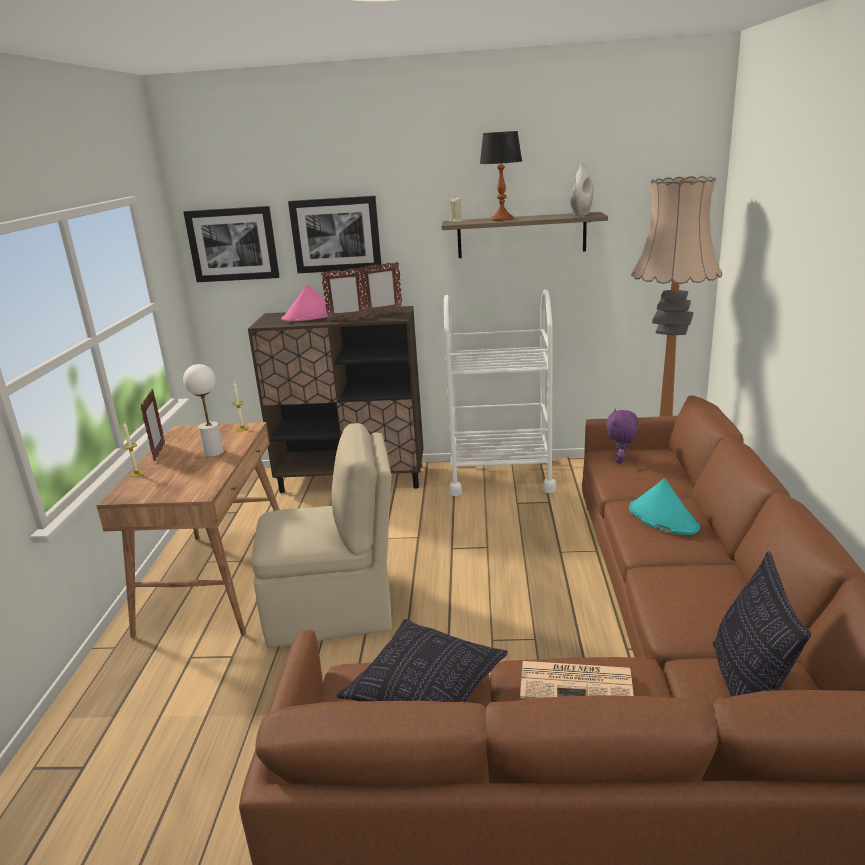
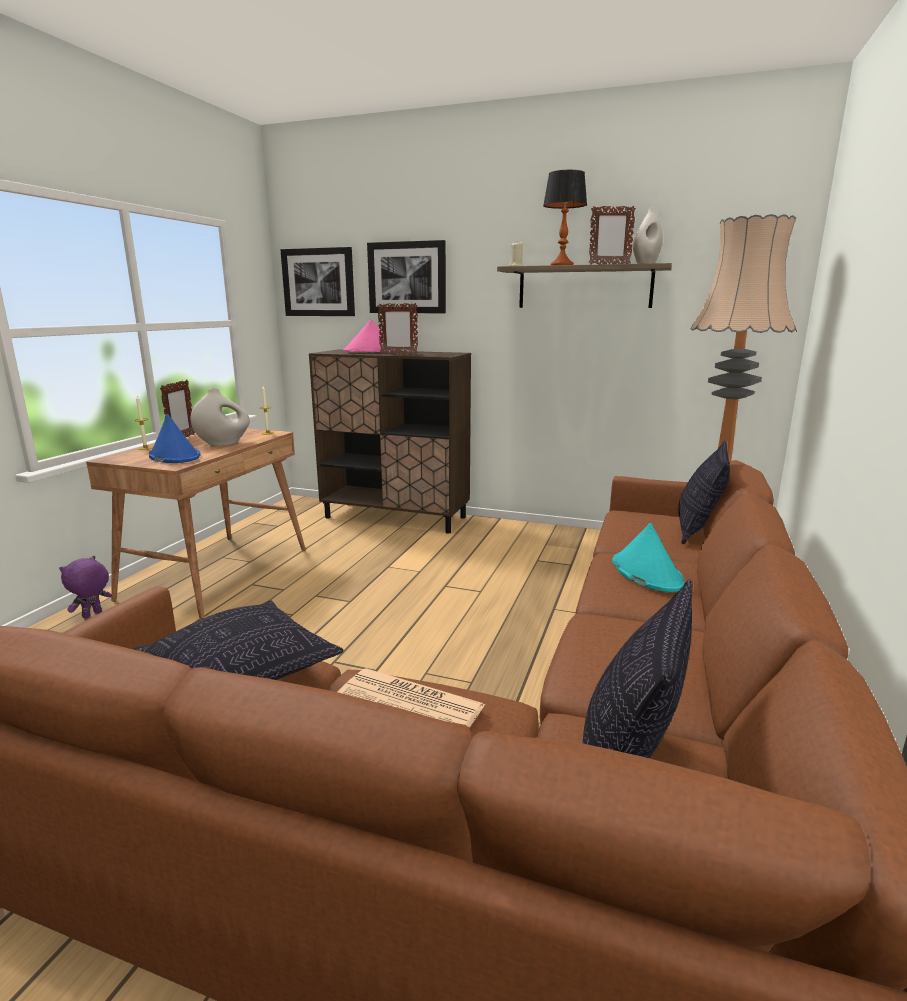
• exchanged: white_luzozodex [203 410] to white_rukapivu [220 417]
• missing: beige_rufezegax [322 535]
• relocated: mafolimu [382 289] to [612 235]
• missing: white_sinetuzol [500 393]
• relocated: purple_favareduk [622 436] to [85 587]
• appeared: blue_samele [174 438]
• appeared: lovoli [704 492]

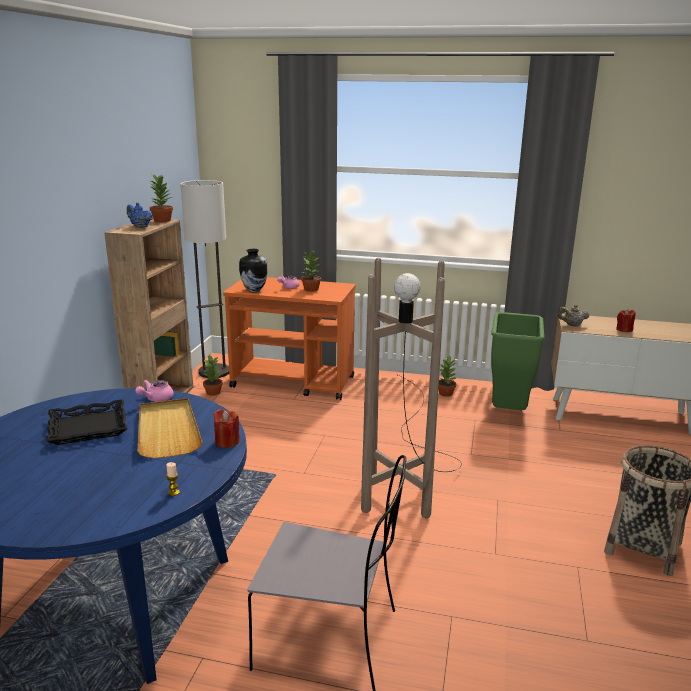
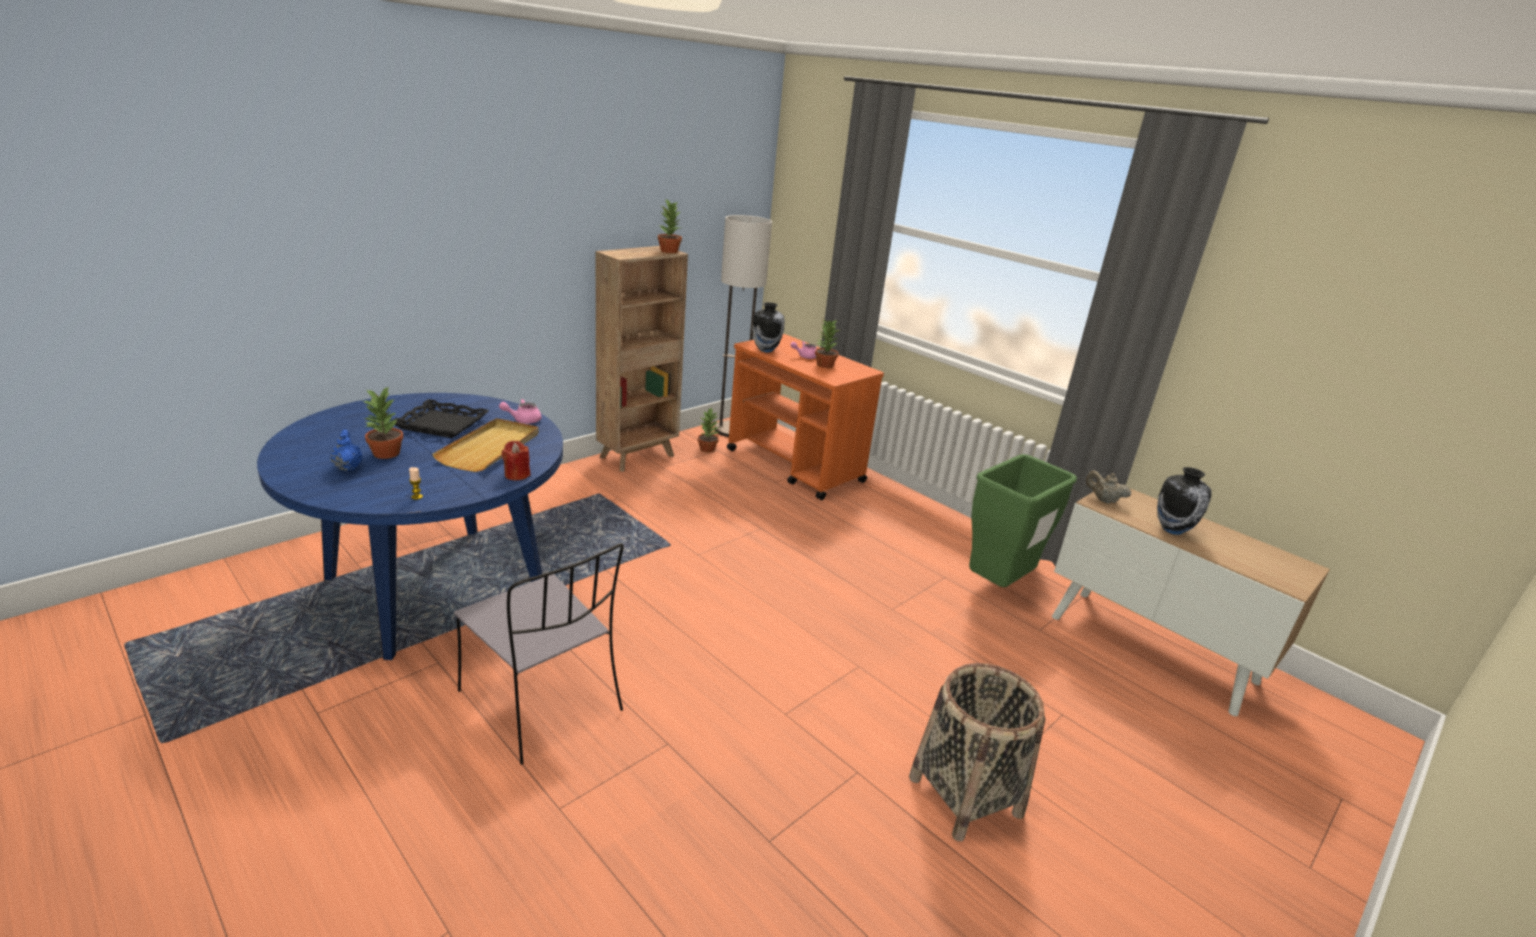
• relocated: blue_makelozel [140 215] to [346 450]
• missing: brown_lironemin [411 388]
• relocated: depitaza [447 376] to [383 422]
• exchanged: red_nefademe [625 320] to rukapivu [1184 501]

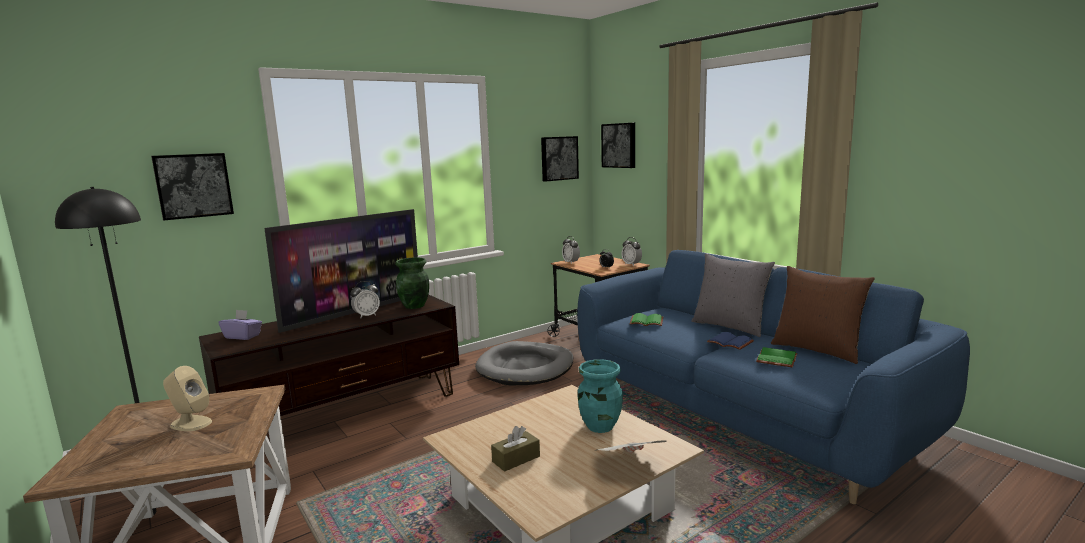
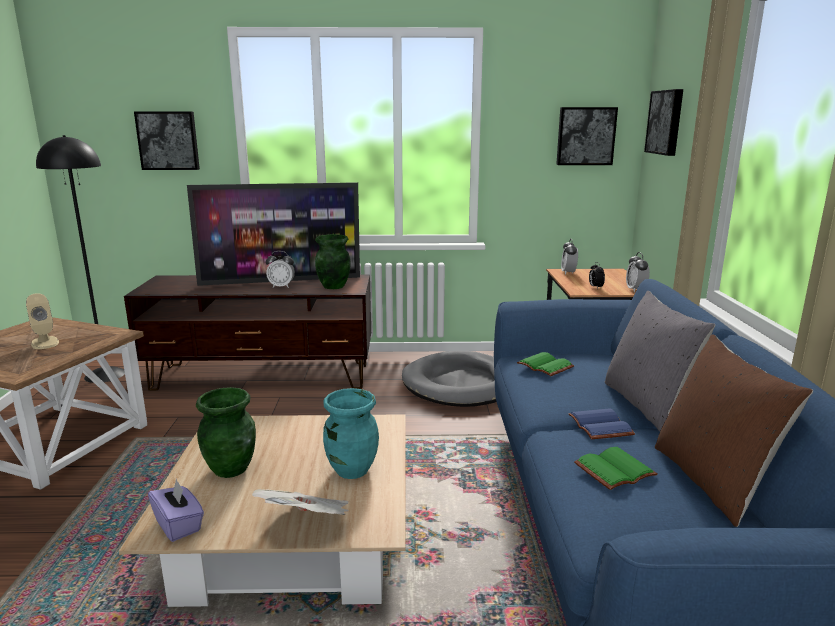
• relocated: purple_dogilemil [240 325] to [176 510]
• exchanged: brown_dogilemil [515 449] to green_rukapivu [226 432]

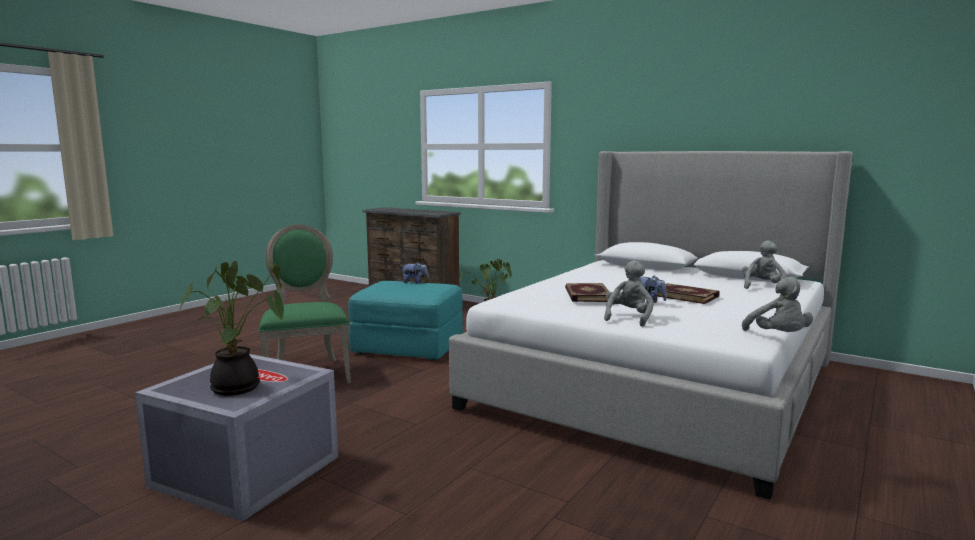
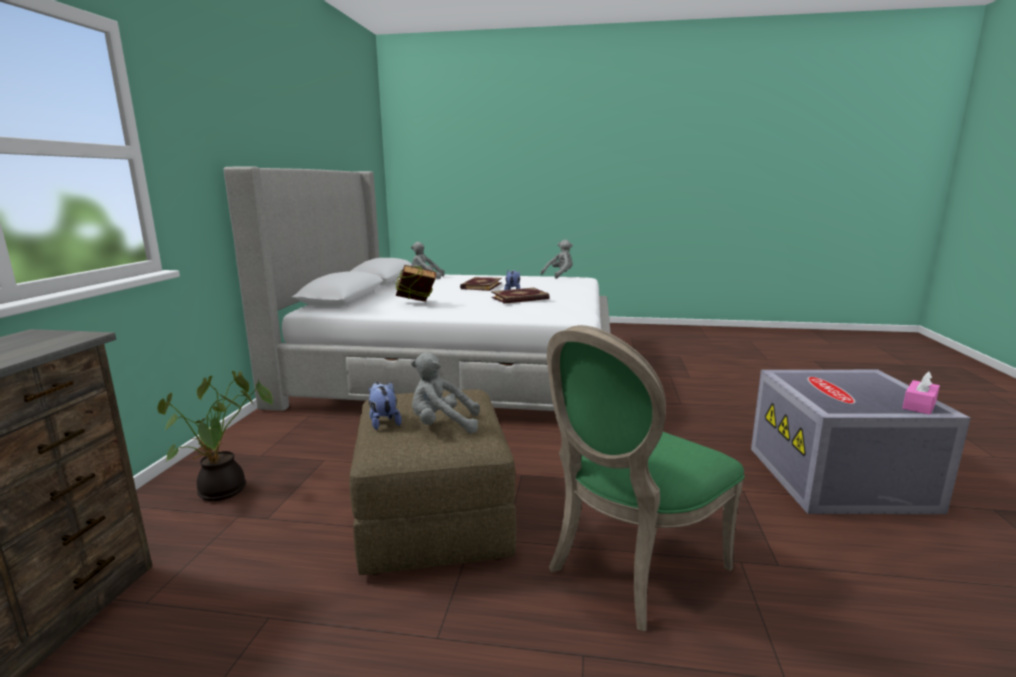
• missing: depitaza [232 328]
• colour: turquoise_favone [405 321] to brown_favone [433 482]
• relocated: grey_favareduk [629 293] to [445 392]
• appeared: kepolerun [416 283]
• appeared: pink_dogilemil [921 393]

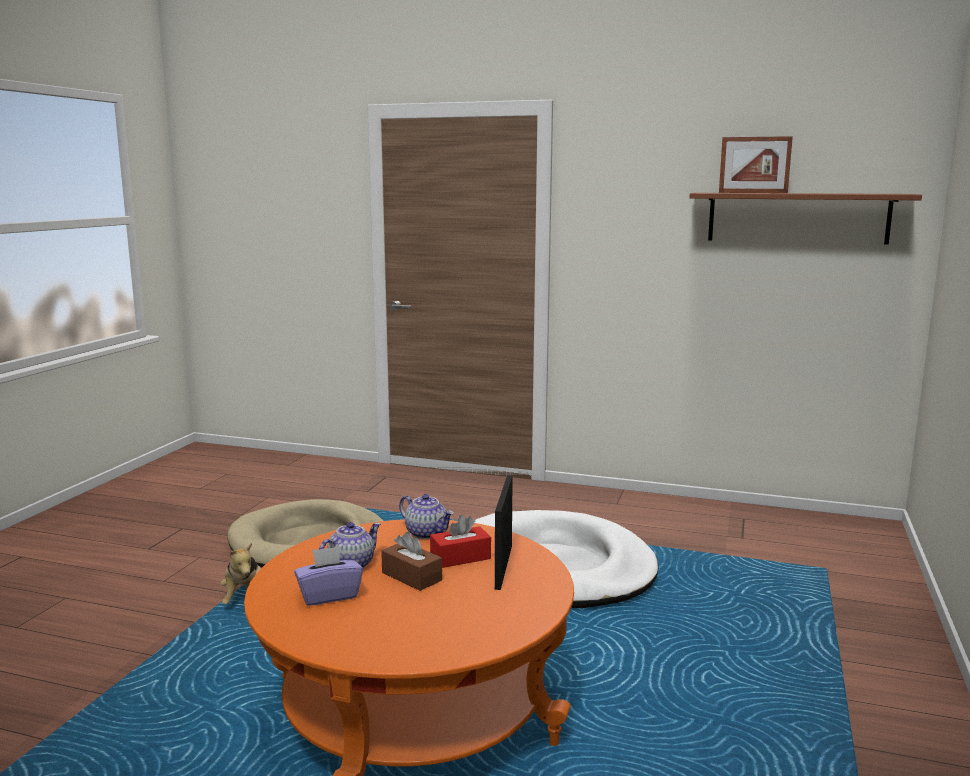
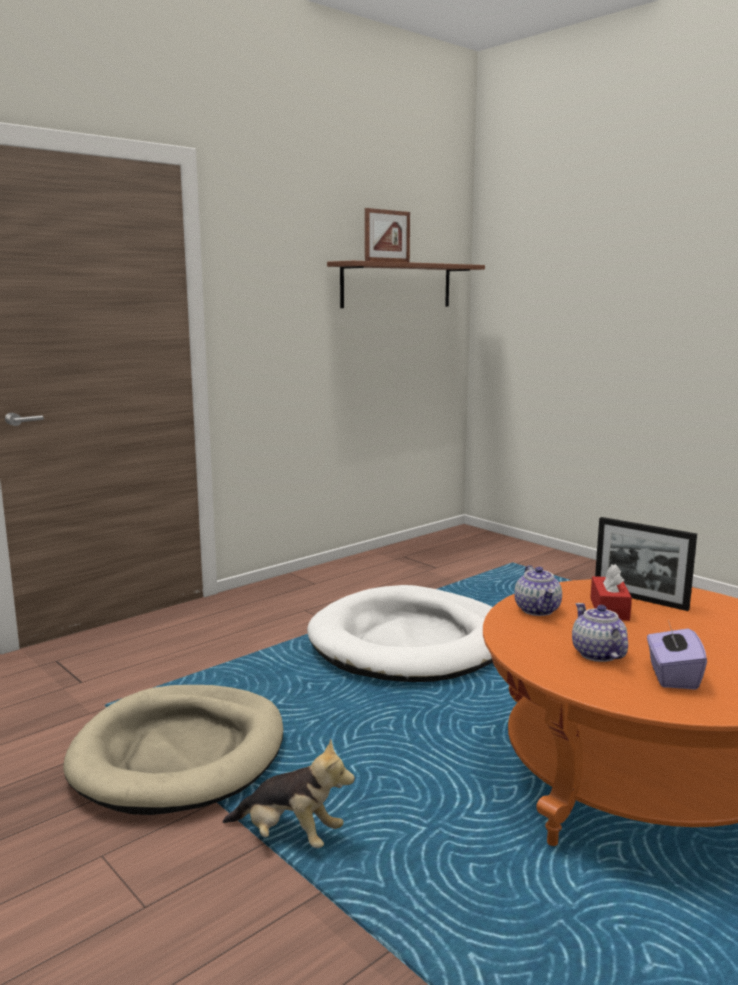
• missing: brown_dogilemil [411 561]
• spun: makelozel [426 516] = [538 590] 105 degrees clockwise

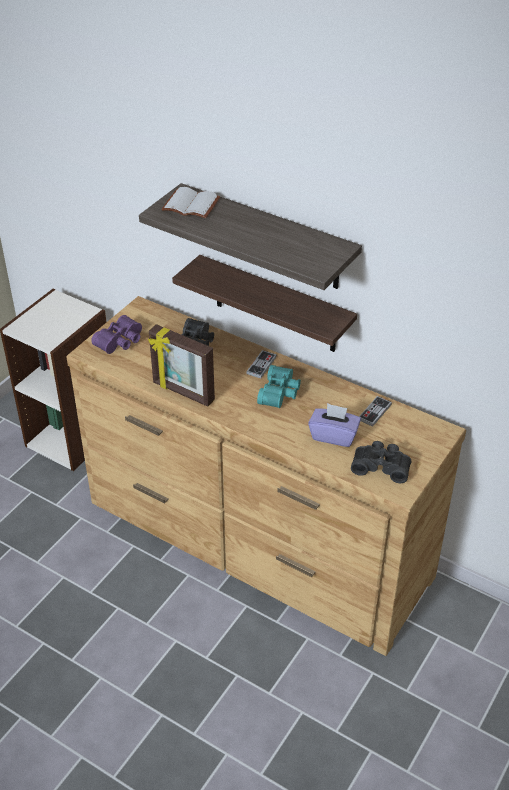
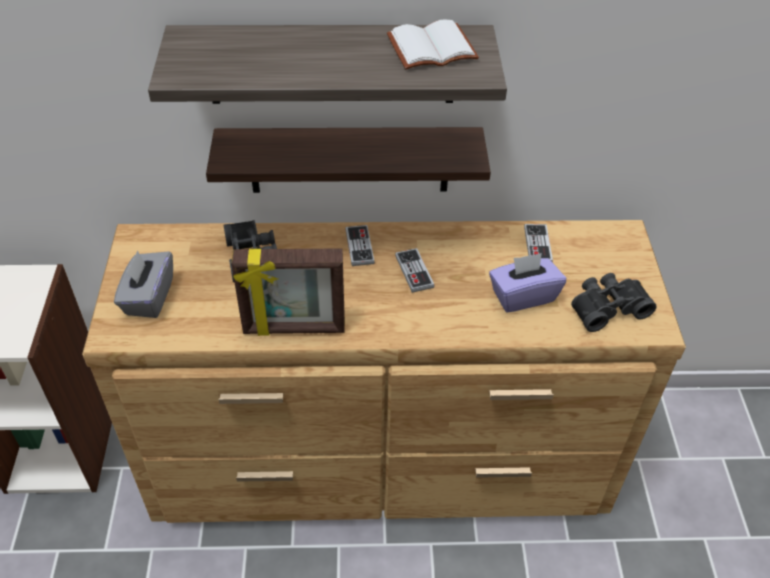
• exchanged: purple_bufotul [116 334] to grey_dogilemil [143 284]
• relocated: white_kepolerun [190 203] to [433 44]
• exchanged: turquoise_bufotul [279 386] to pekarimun [415 270]

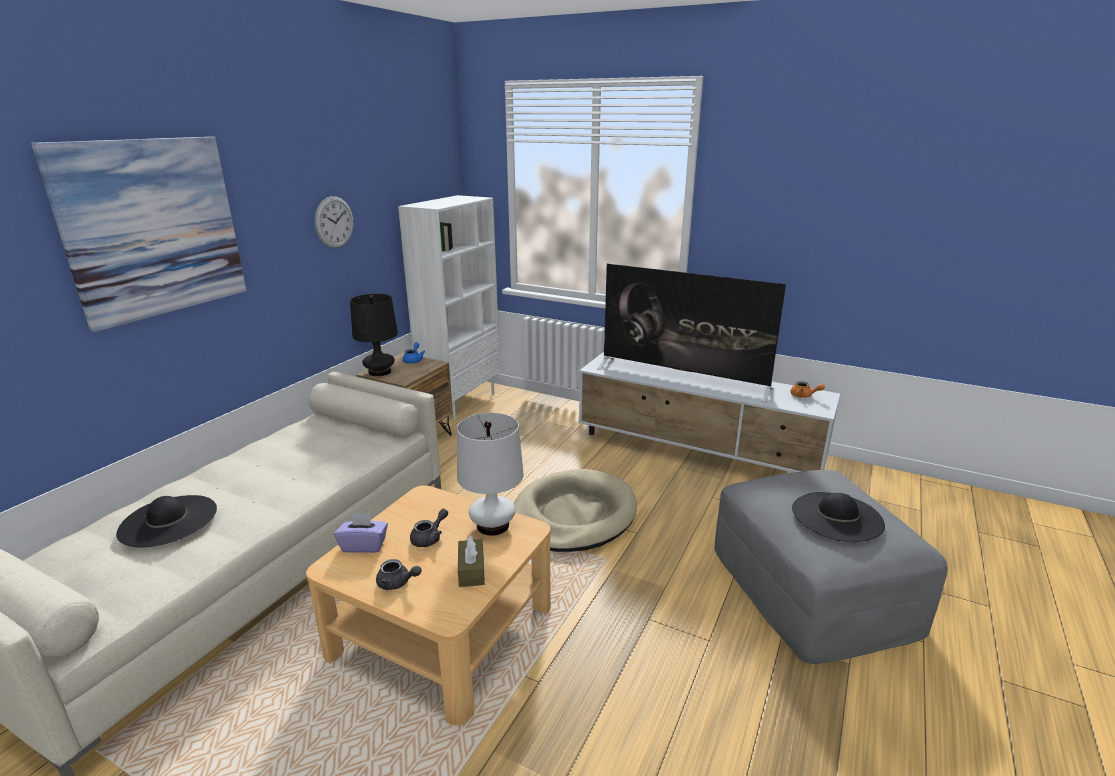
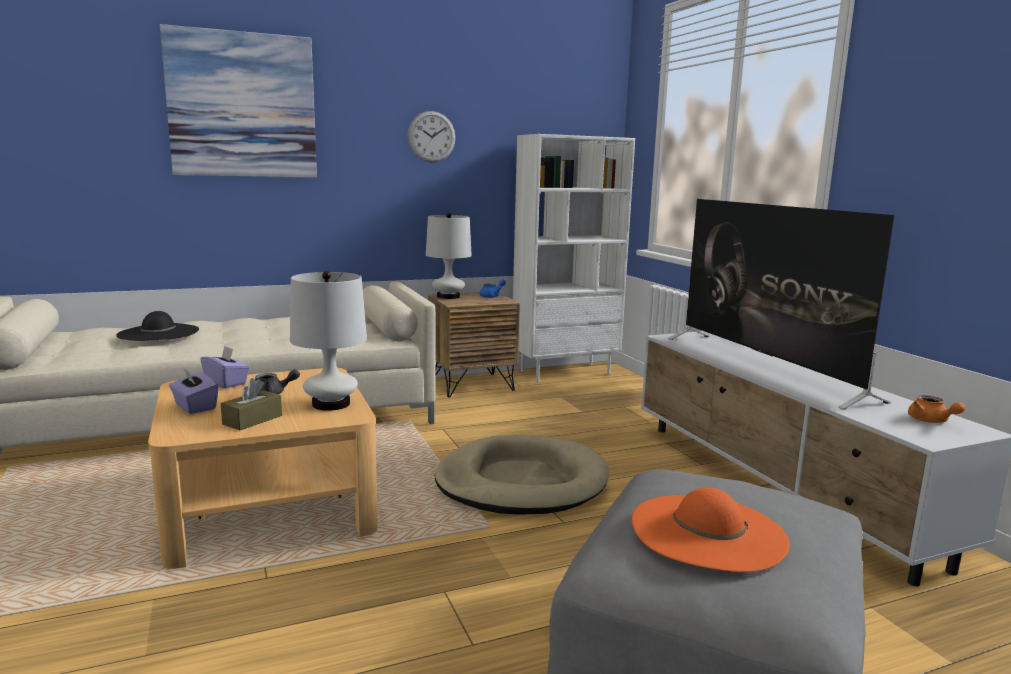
• colour: black_luzozodex [374 335] to white_luzozodex [449 256]
• exchanged: grey_makelozel [398 574] to purple_dogilemil [193 390]
• colour: black_samele [838 517] to orange_samele [711 530]

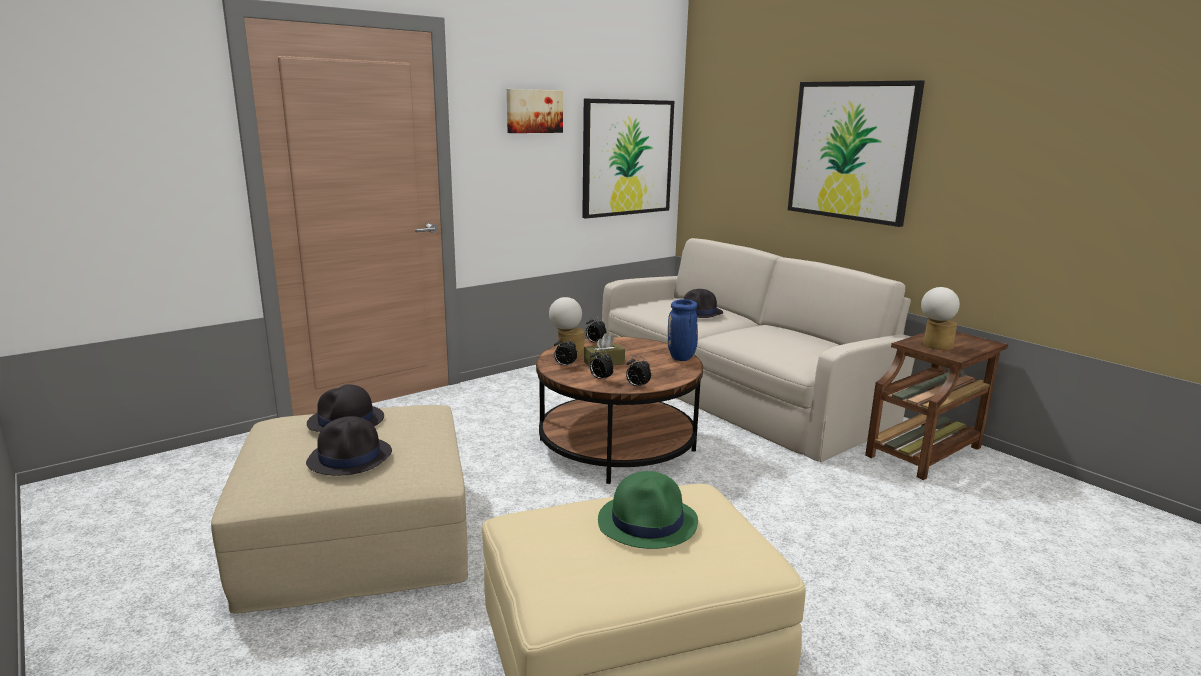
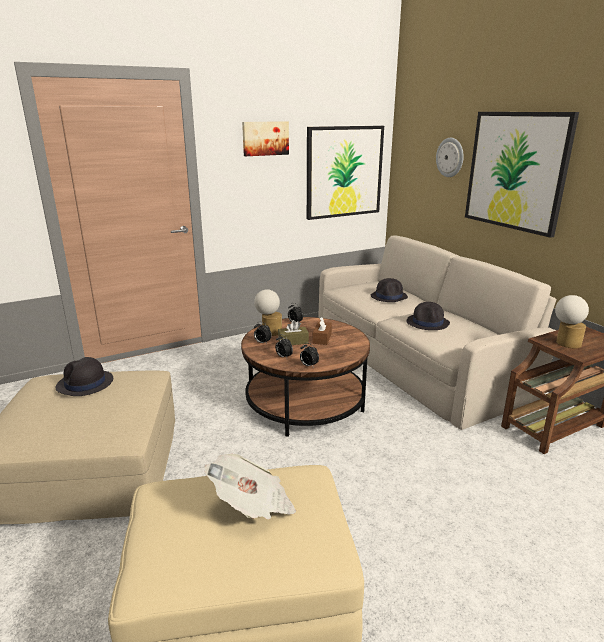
• relocated: black_samele [349 446] to [428 316]
• exchanged: green_samele [648 510] to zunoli [250 486]
• missing: blue_rukapivu [683 330]
• appeared: brown_dogilemil [322 330]
• appeared: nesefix [450 157]

